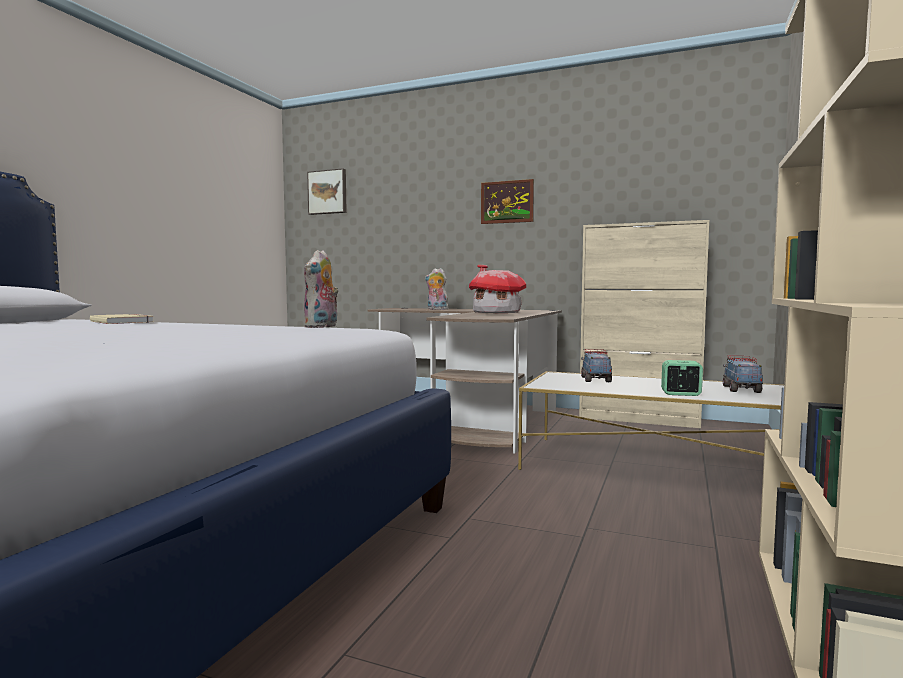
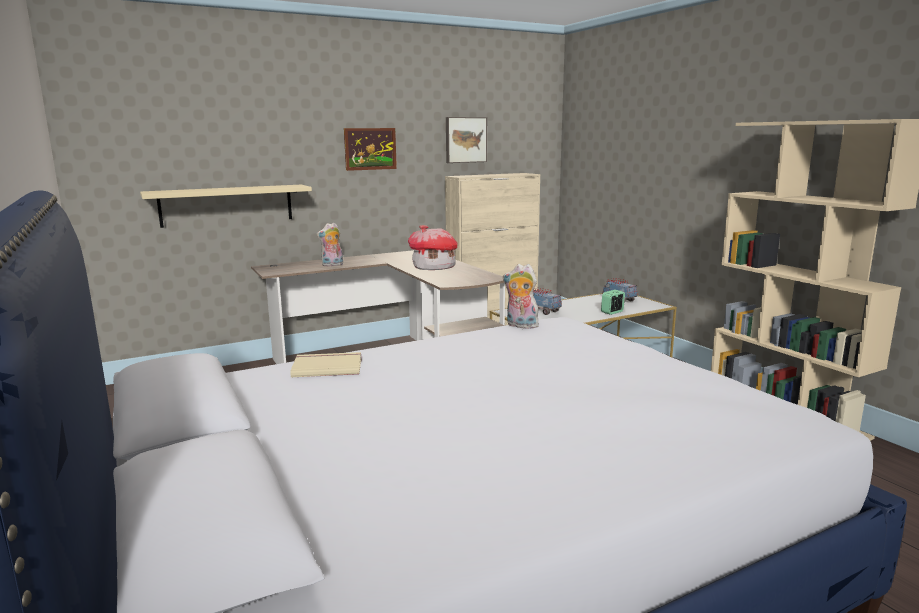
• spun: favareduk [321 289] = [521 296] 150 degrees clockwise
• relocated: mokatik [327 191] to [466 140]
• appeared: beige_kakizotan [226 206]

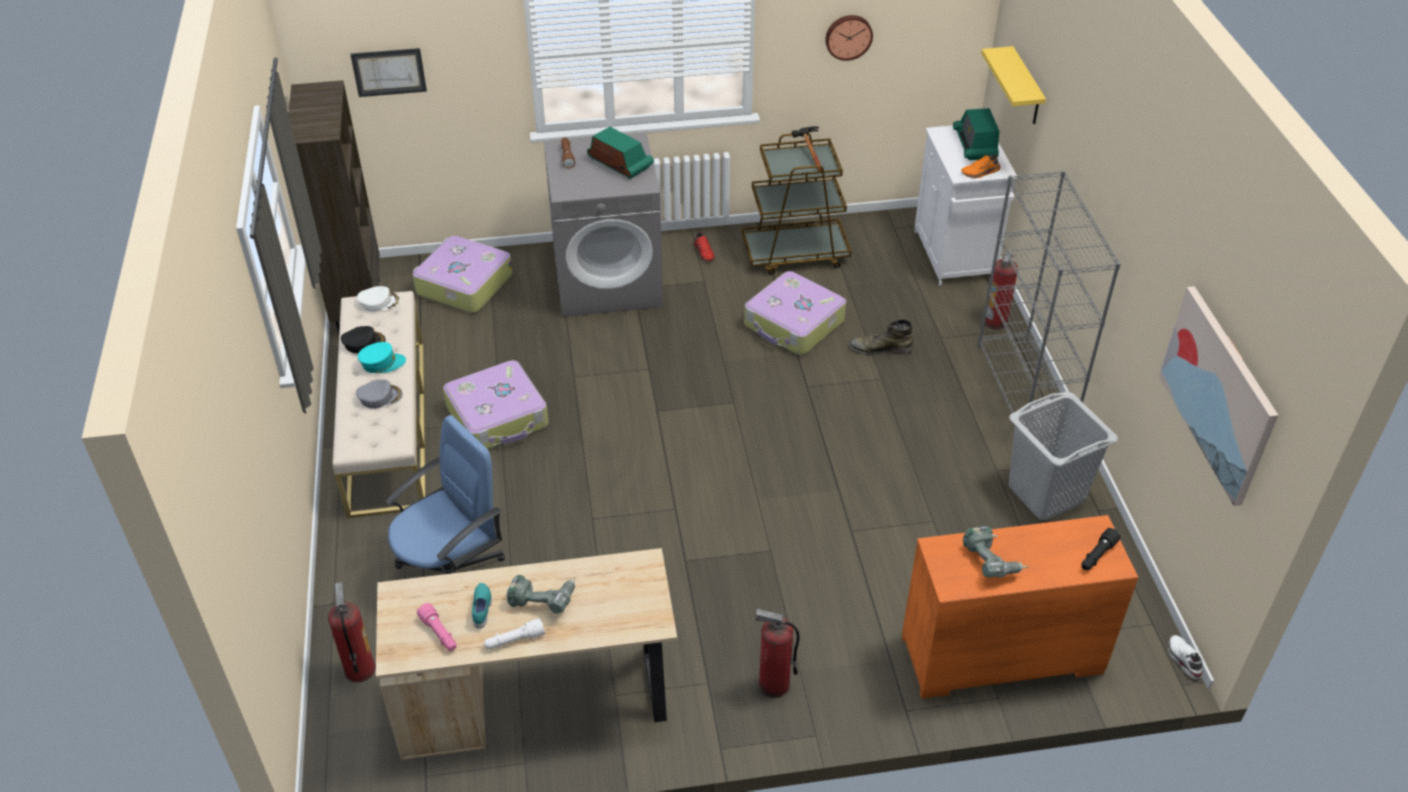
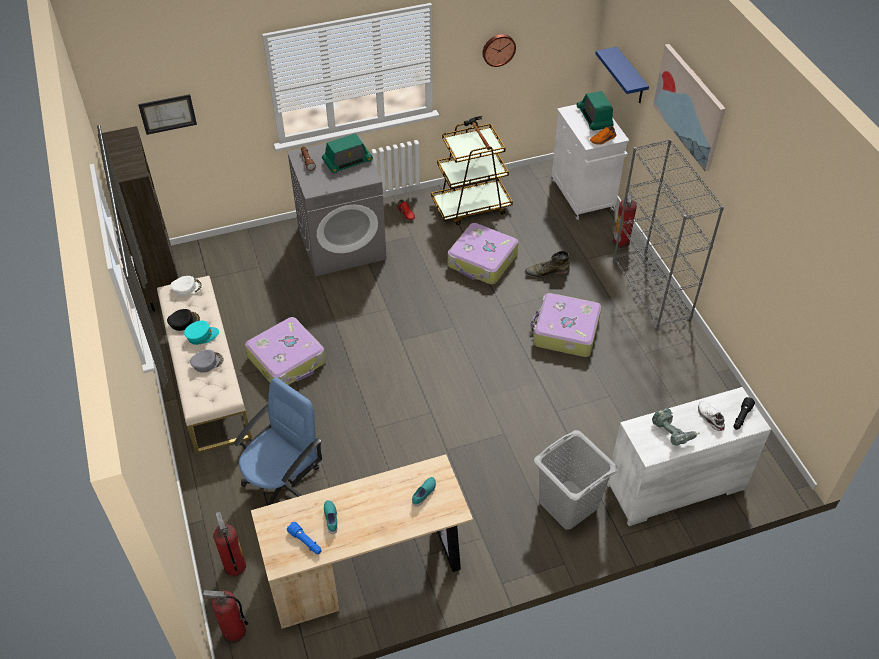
• relocated: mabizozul [463 274] to [566 325]
• colour: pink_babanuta [437 627] to blue_babanuta [304 538]
• missing: white_babanuta [514 633]
• missing: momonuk [541 594]
• spun: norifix [620 153] = [347 153] 120 degrees clockwise
• relocated: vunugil [778 653] to [226 616]
• colour: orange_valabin [1020 607] to white_valabin [689 456]
• colour: yellow_kakizotan [1013 85] to blue_kakizotan [622 75]
• relocated: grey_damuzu [1063 456] to [576 480]
• relocated: mokatik [1218 396] to [689 108]
• relocated: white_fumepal [1185 657] to [711 416]
• appeared: turquoise_fumepal [424 492]

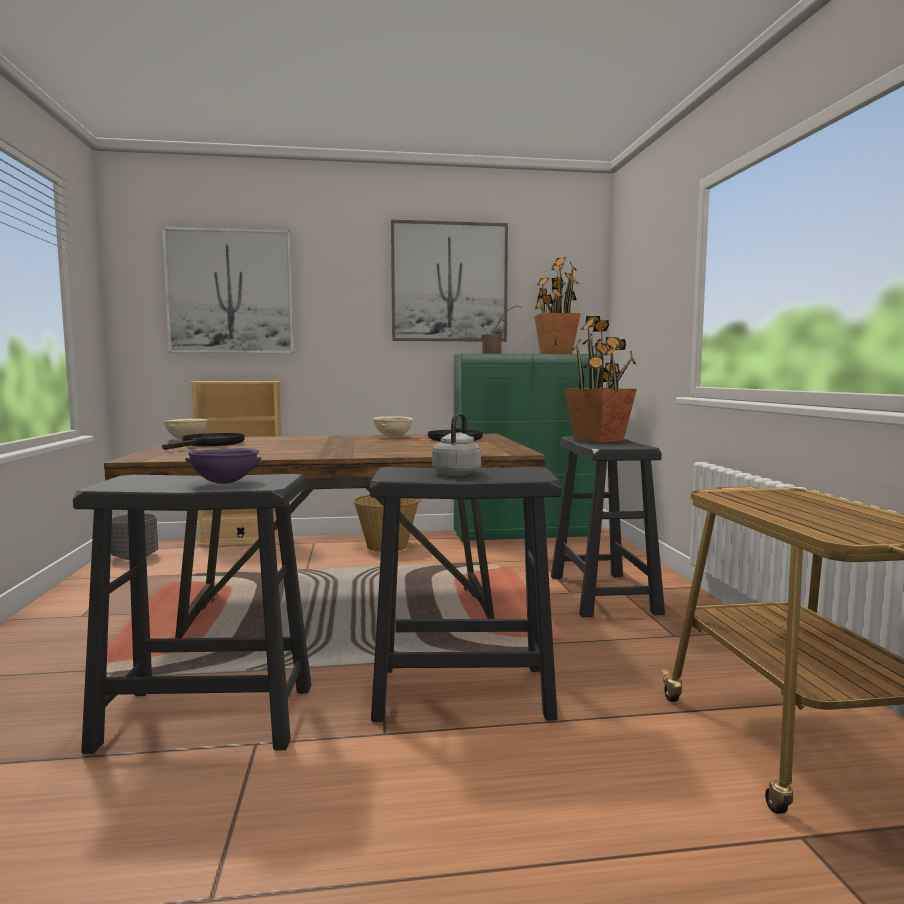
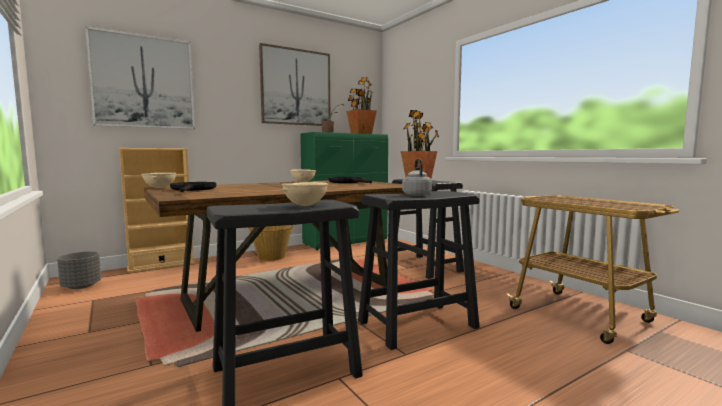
• colour: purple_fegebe [223 466] to beige_fegebe [305 194]

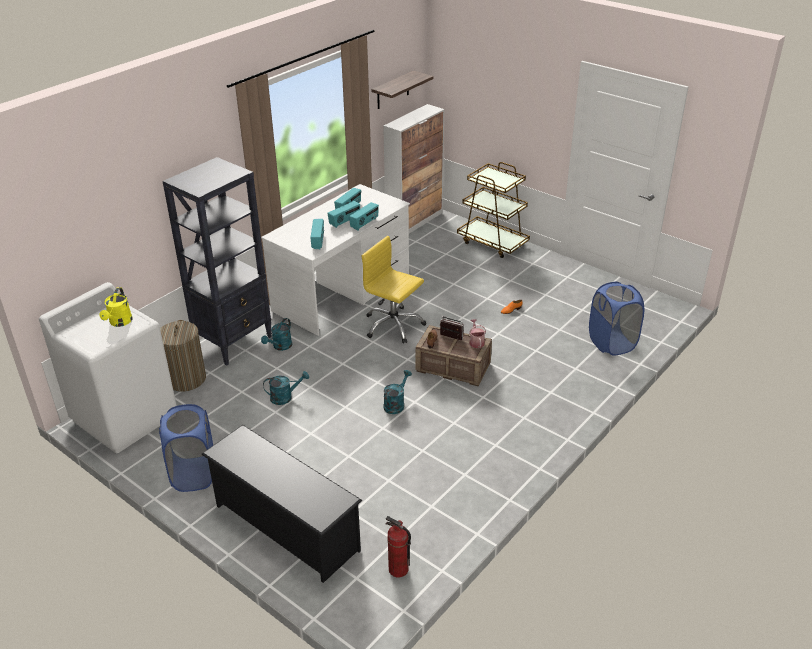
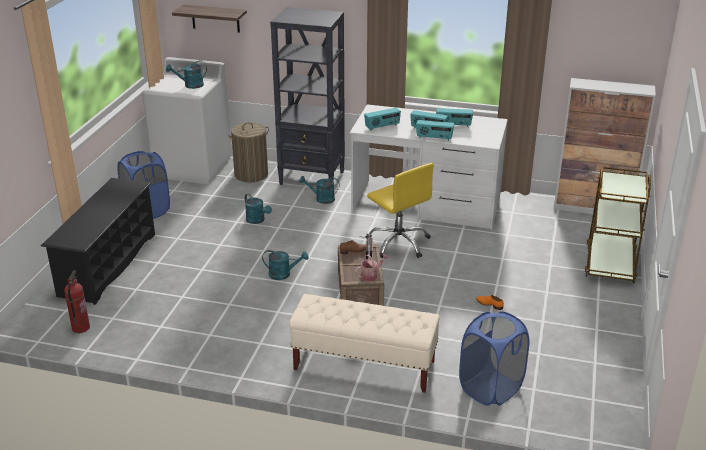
• colour: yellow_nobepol [116 307] to turquoise_nobepol [186 74]
• spun: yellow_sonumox [393 289] = [400 210] 135 degrees clockwise
• relocated: kakizotan [402 90] to [209 19]
• appeared: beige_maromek [364 343]

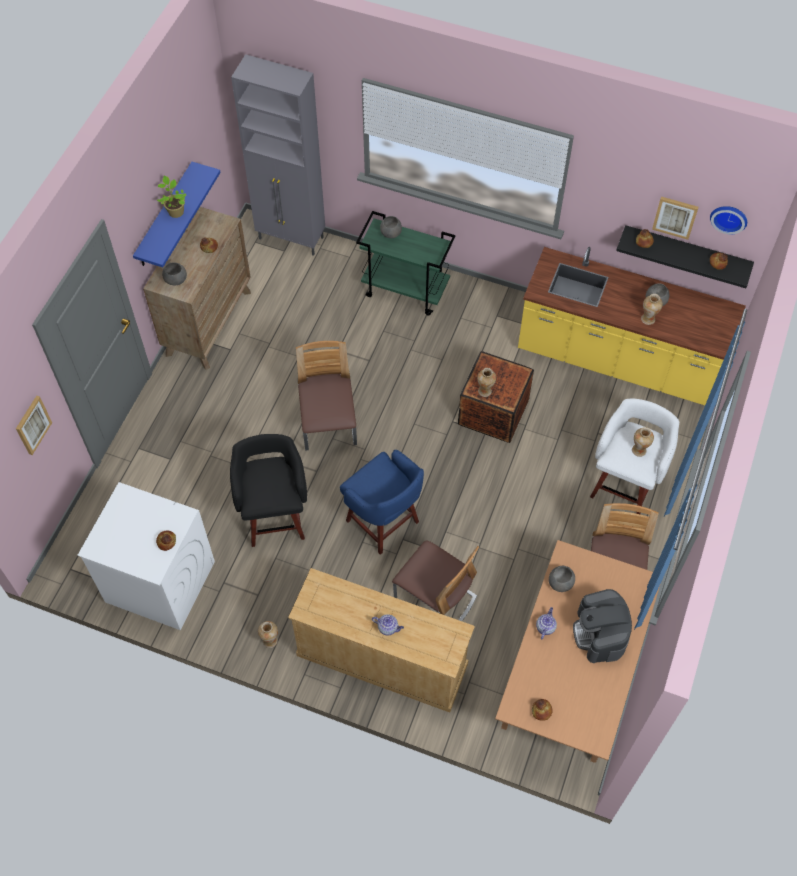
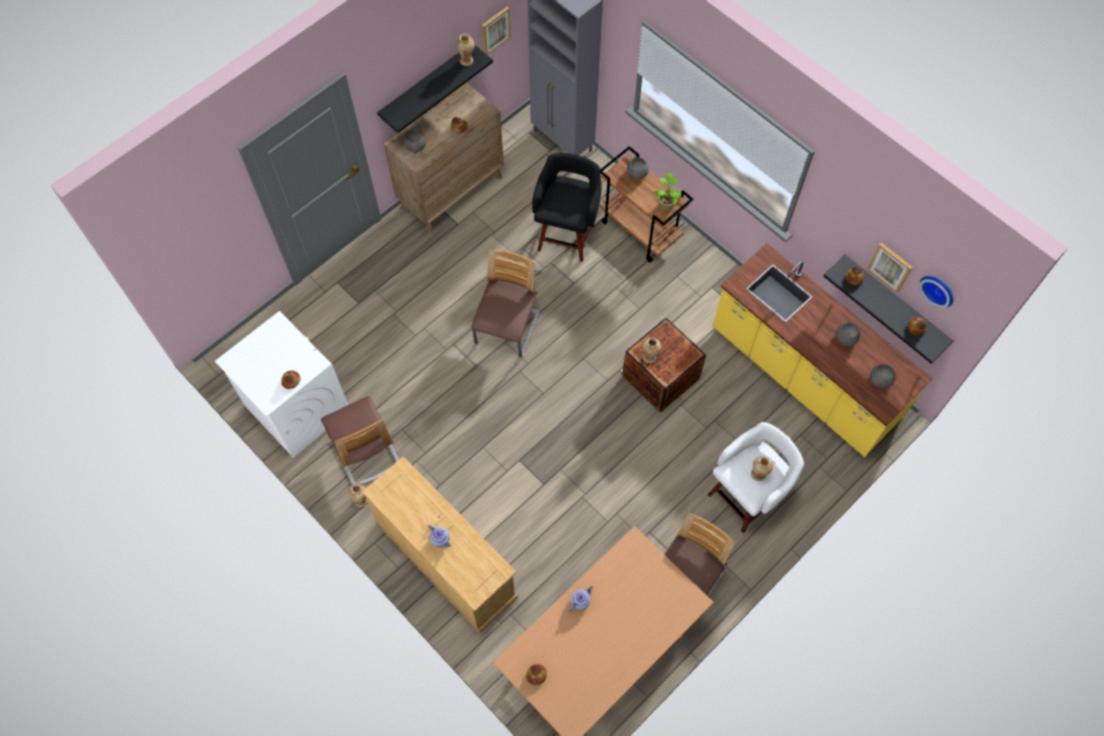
• relocated: mokatik [34 425] to [496 30]
• colour: blue_kakizotan [177 214] to black_kakizotan [435 88]
• relocated: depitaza [172 197] to [667 191]
• relocated: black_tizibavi [268 490] to [567 207]
• missing: blue_tizibavi [382 502]
• colour: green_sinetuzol [405 263] to brown_sinetuzol [646 204]
• relocated: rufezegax [435 580] to [360 440]
• relocated: grey_fegebe [562 579] to [883 376]
• missing: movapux [602 626]
• relocated: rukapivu [652 309] to [465 50]

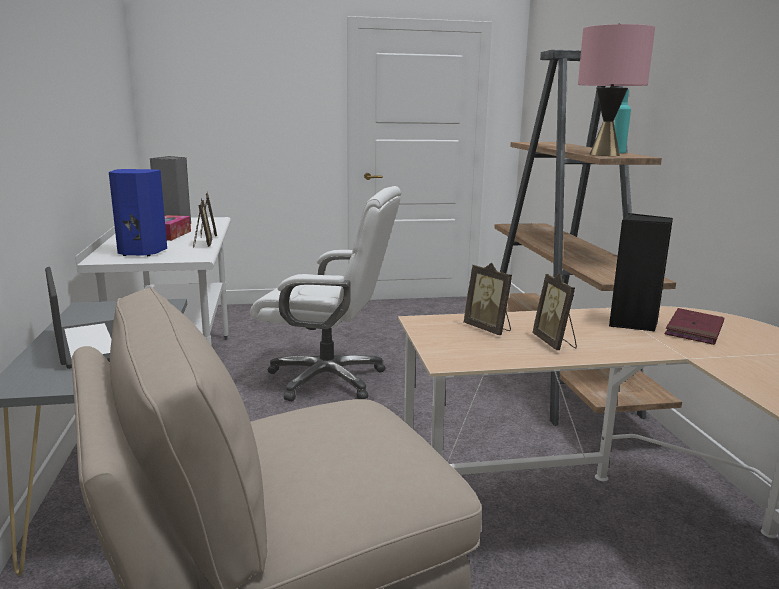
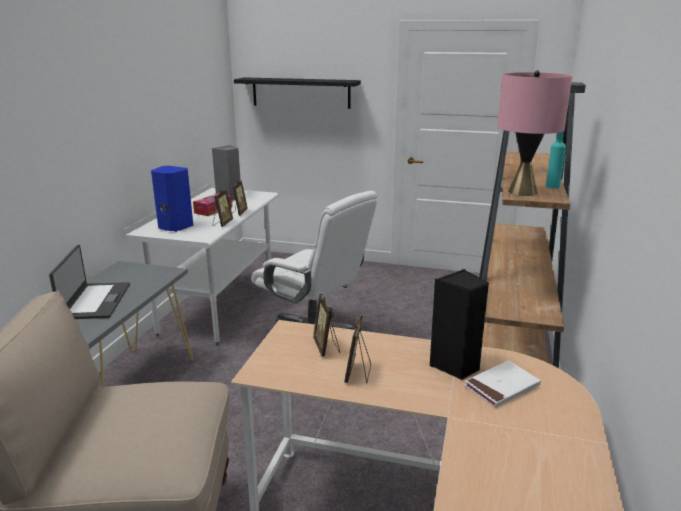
• colour: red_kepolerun [694 326] to white_kepolerun [503 384]
• appeared: black_kakizotan [297 93]

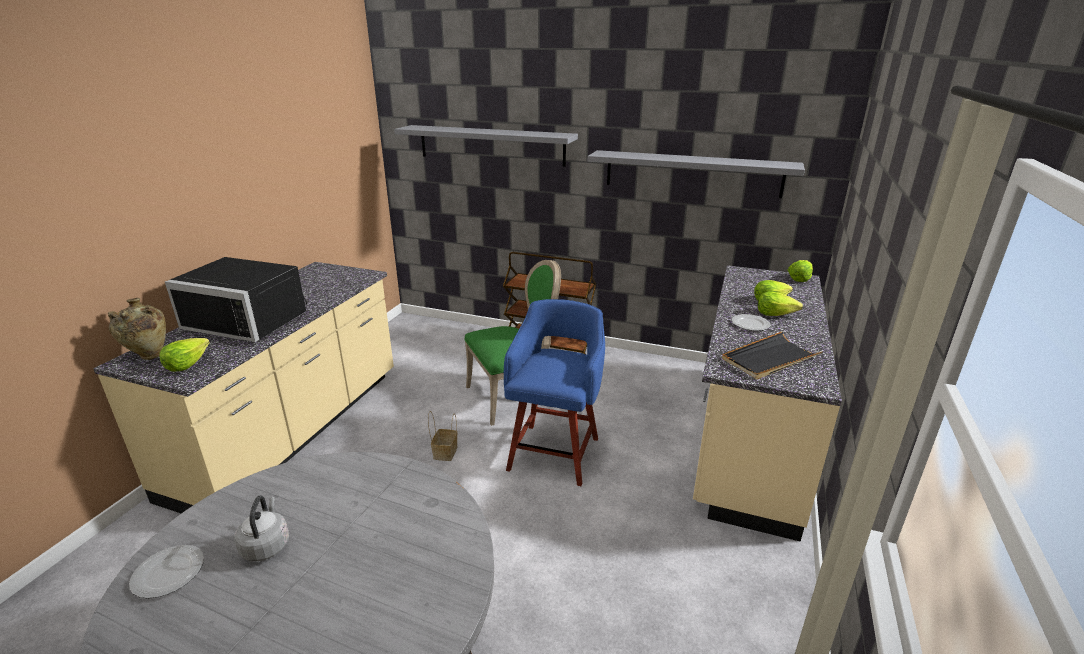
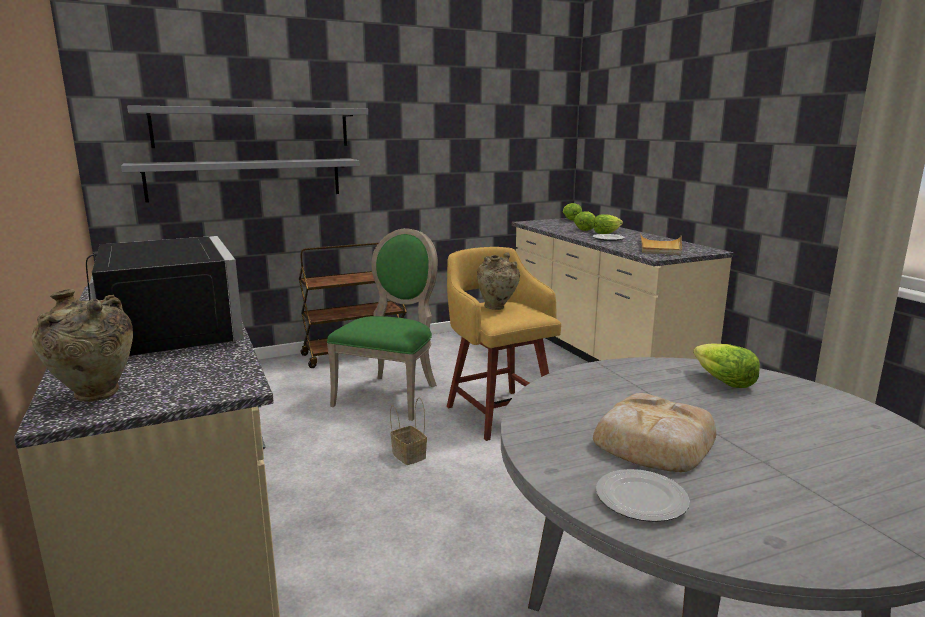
• relocated: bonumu [184 355] to [726 365]
• spun: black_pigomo [236 299] = [165 296] 90 degrees counterclockwise
• exchanged: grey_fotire [261 528] to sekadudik [654 432]
• colour: blue_tizibavi [554 392] to yellow_tizibavi [504 344]
• relocated: grey_kakizotan [696 174] to [240 180]
• colour: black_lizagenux [773 355] to beige_lizagenux [661 245]
• appeared: beige_rukapivu [498 281]

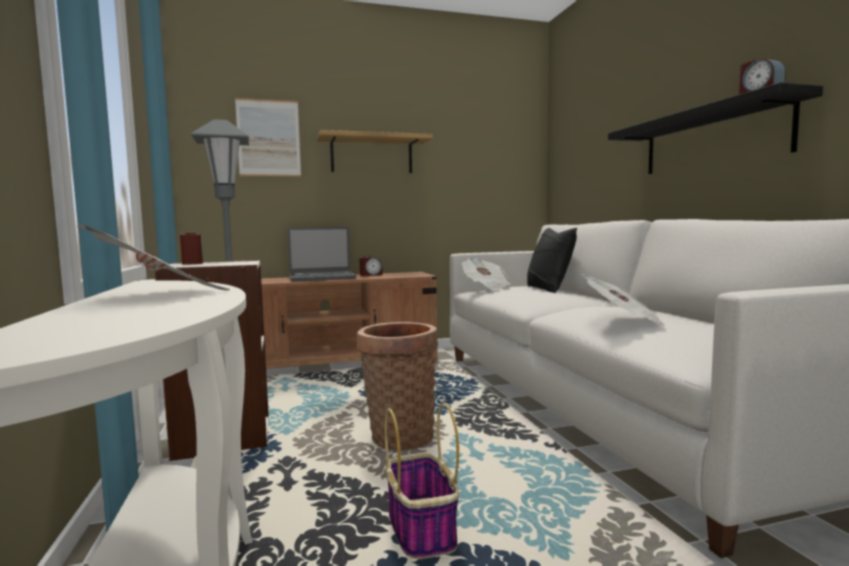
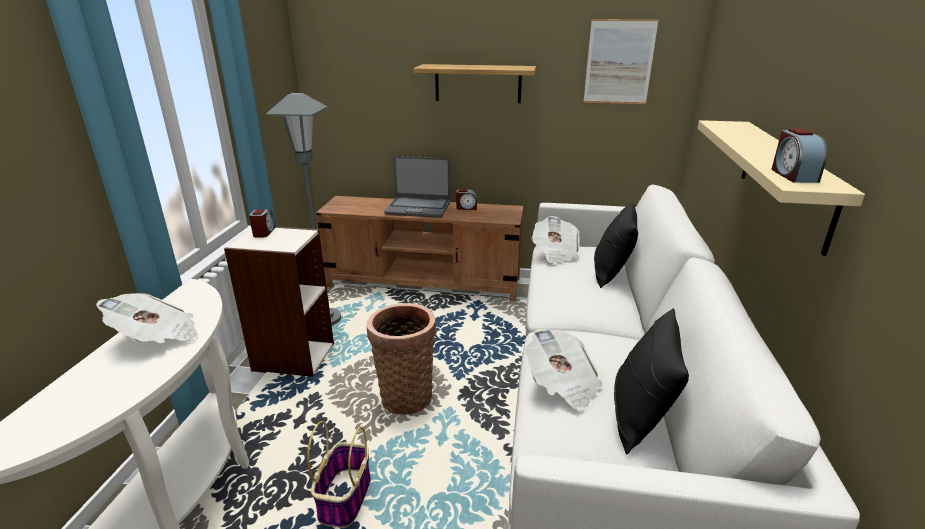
• relocated: mokatik [268 137] to [621 61]
• colour: black_kakizotan [715 128] to beige_kakizotan [781 188]
• appeared: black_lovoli [651 381]

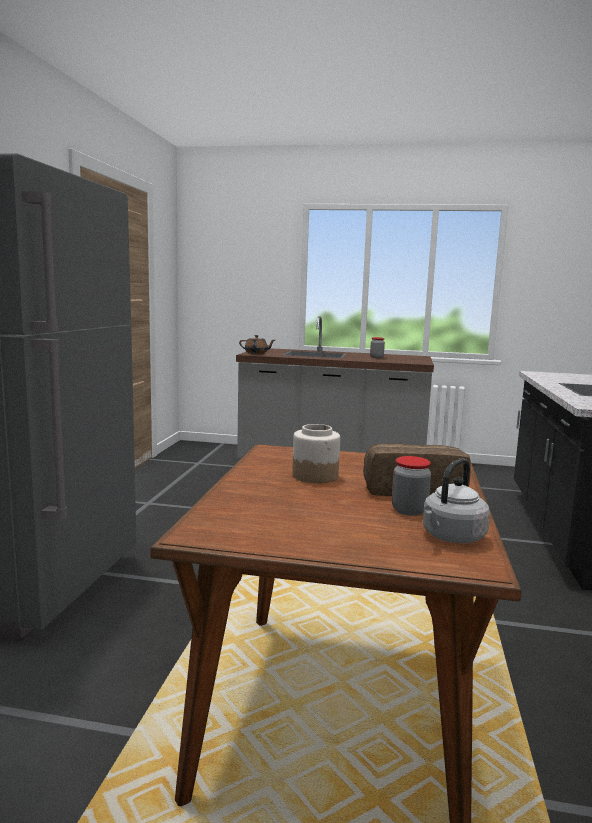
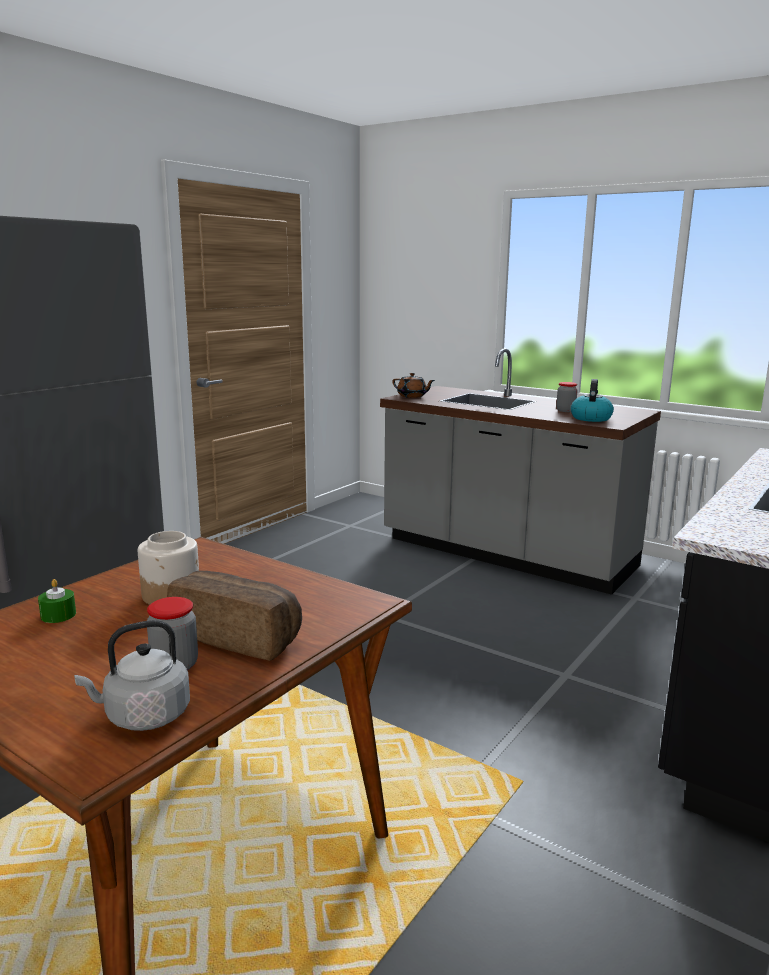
• appeared: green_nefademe [57 601]
• appeared: fotire [592 400]

